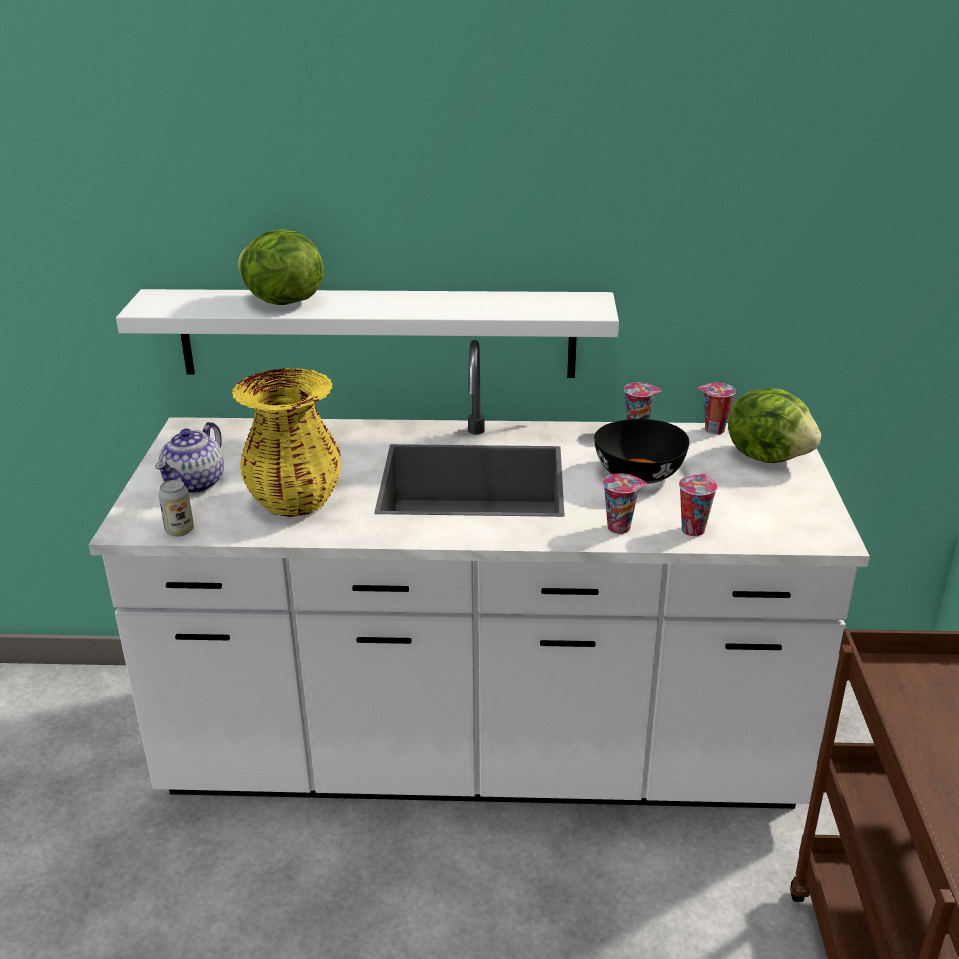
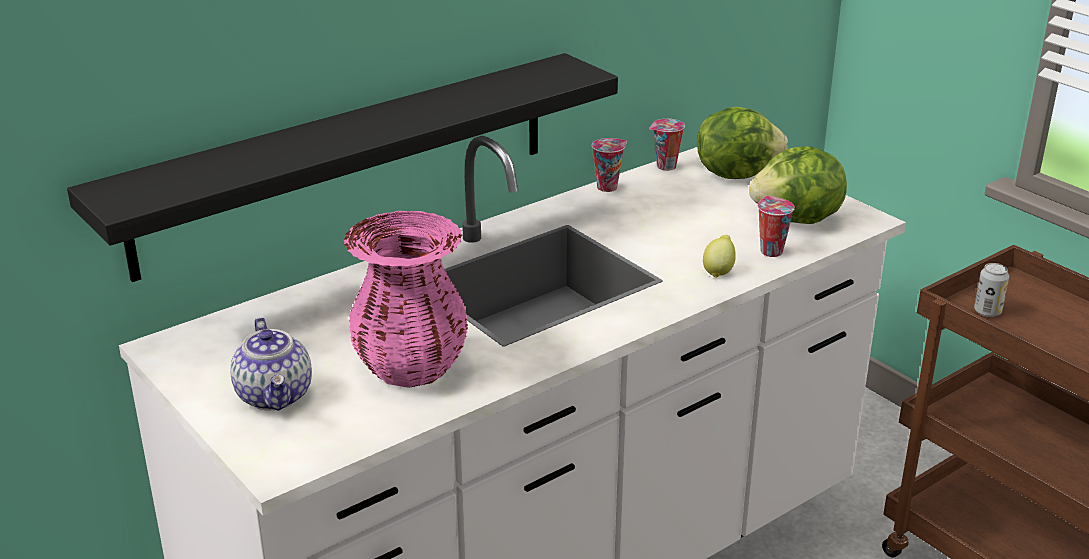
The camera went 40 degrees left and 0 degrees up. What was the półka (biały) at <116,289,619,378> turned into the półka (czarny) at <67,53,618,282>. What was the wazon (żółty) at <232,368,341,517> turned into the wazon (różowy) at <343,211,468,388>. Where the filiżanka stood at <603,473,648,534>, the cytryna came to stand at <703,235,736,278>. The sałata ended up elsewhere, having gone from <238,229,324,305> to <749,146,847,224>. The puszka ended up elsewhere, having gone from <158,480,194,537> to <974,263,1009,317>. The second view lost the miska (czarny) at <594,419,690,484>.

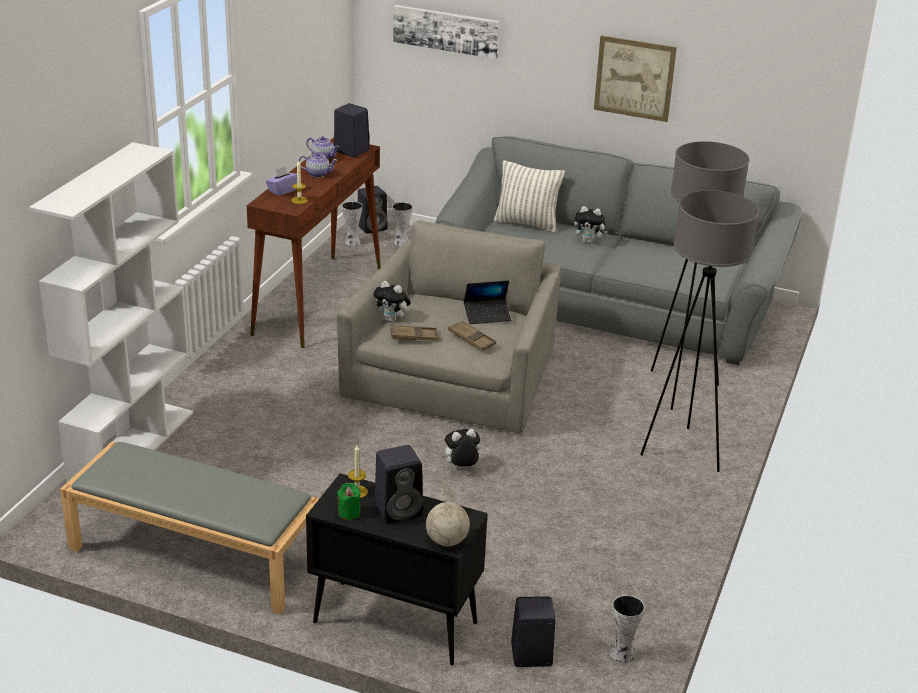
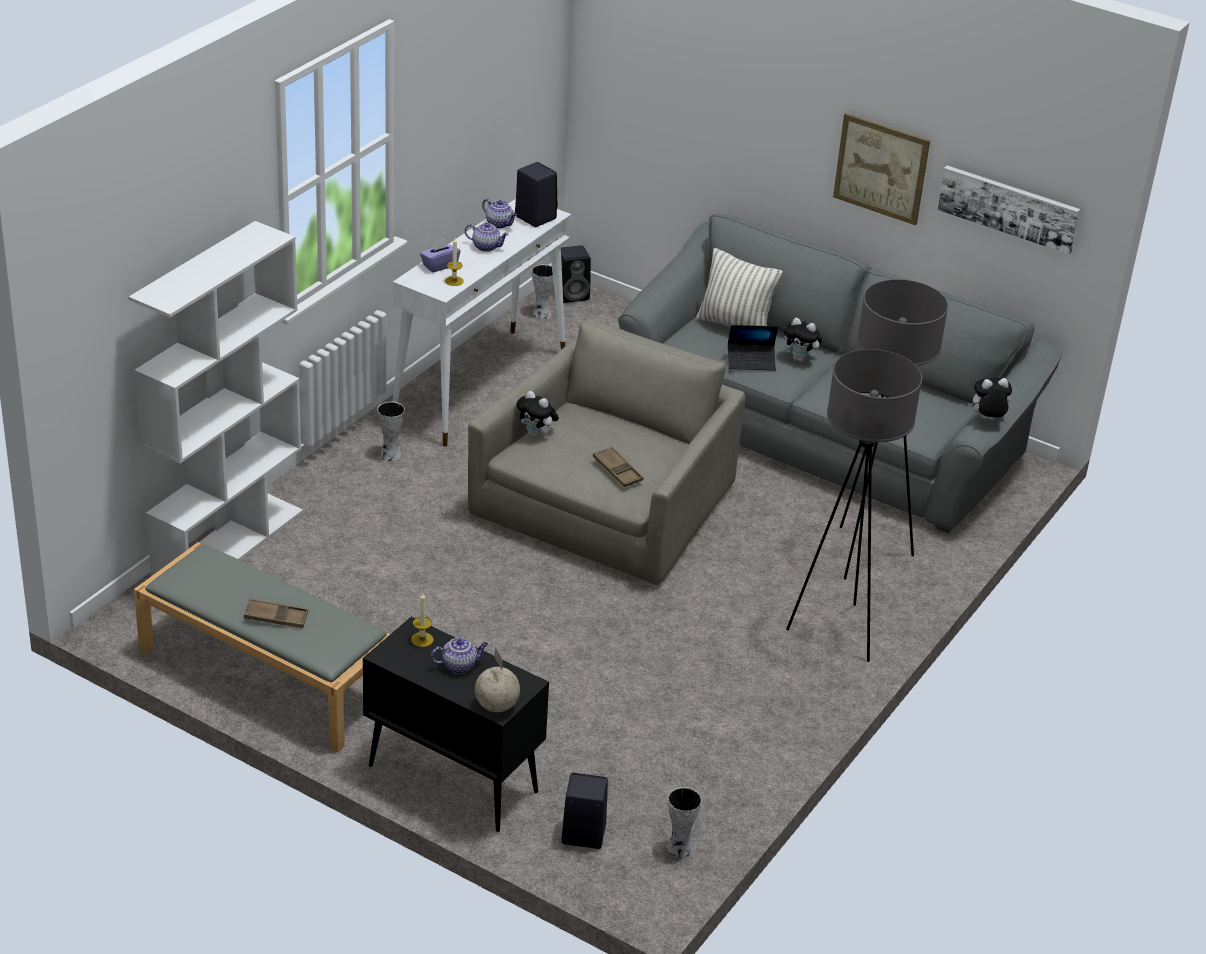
The camera went 10 degrees right and 5 degrees up. The taca (brązowy) ended up elsewhere, having gone from <390,325,439,341> to <244,599,308,628>. The wazon ended up elsewhere, having gone from <392,202,412,247> to <377,401,405,461>. What was the stolik konsolowy (brązowy) at <247,138,381,348> turned into the stolik konsolowy (biały) at <392,199,571,447>. Where the głośnik (czarny) stood at <375,445,423,524>, the imbryk came to stand at <431,637,488,674>. The laptop ended up elsewhere, having gone from <464,280,511,324> to <728,325,778,370>. The obraz ended up elsewhere, having gone from <393,5,500,59> to <938,165,1080,254>. The pluszak ended up elsewhere, having gone from <441,429,480,468> to <967,378,1012,420>. The second view lost the świeca (zielony) at <337,483,361,520>.

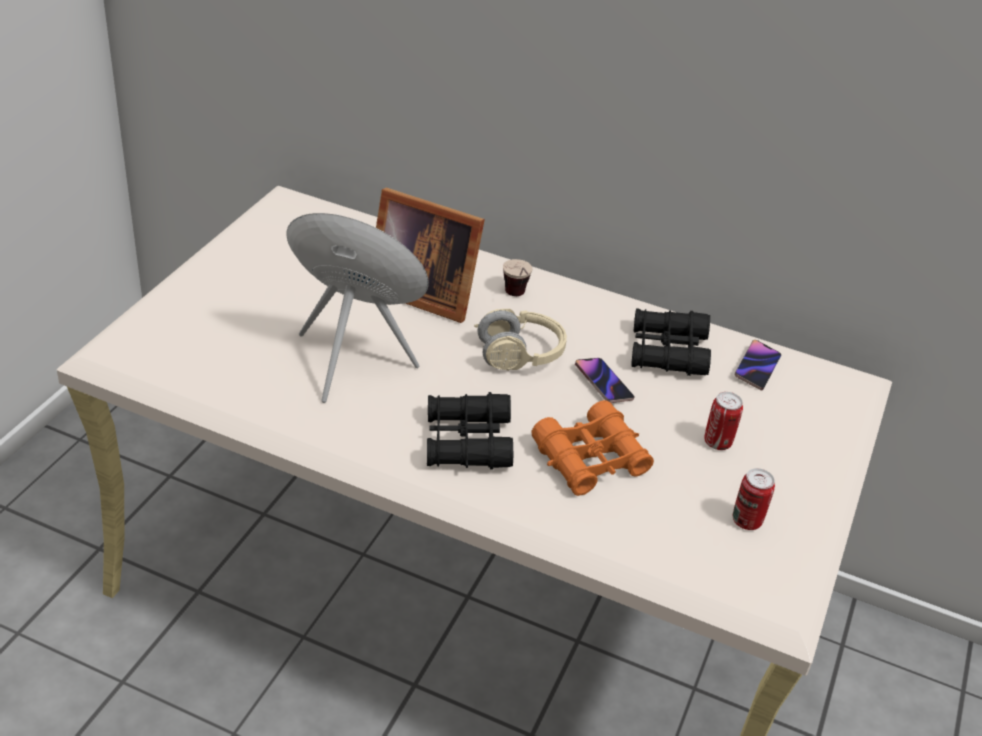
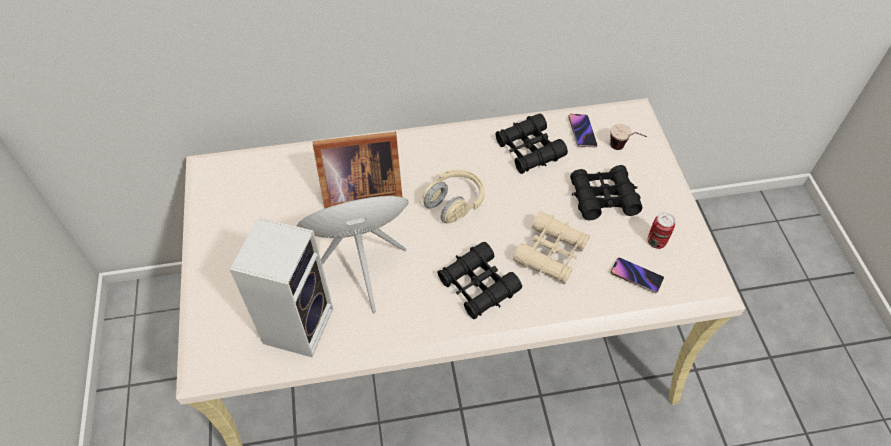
The camera went 30 degrees left and 15 degrees up. The second view gained the głośnik at <230,217,333,357>. What was the lornetka (pomarańczowy) at <532,400,654,496> turned into the lornetka (beżowy) at <513,211,590,284>. Where the puszka stood at <704,392,743,450>, the lornetka (czarny) came to stand at <570,165,642,220>. The filiżanka ended up elsewhere, having gone from <503,259,532,296> to <610,124,647,150>. The telefon ended up elsewhere, having gone from <575,358,635,403> to <611,258,664,293>.

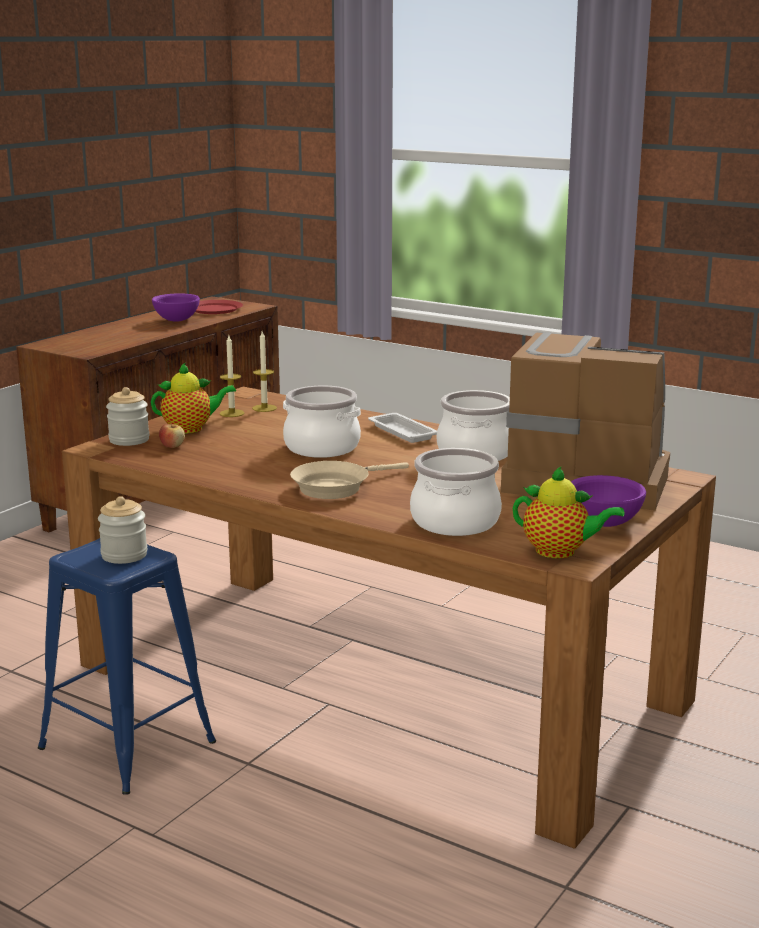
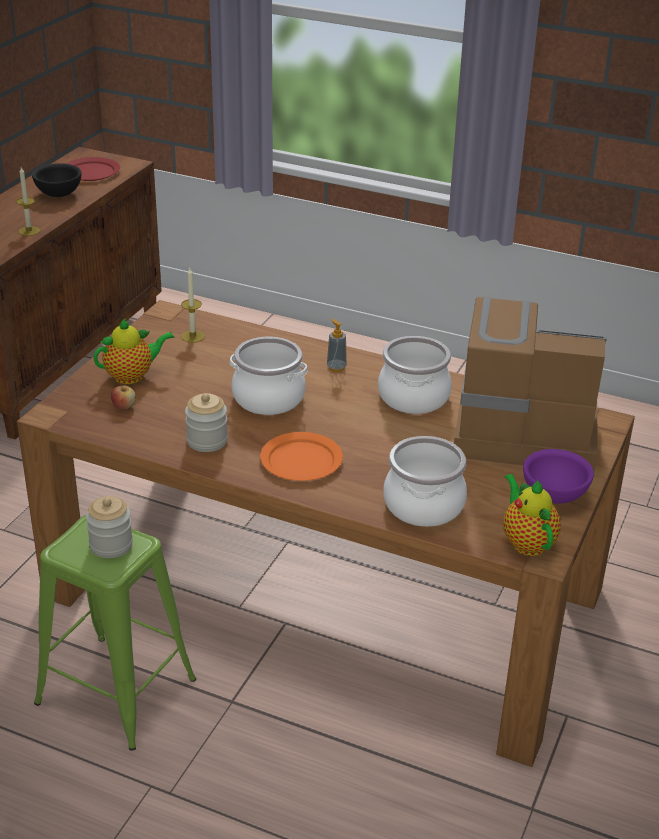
The camera went 10 degrees left and 15 degrees up. The świeca ended up elsewhere, having gone from <220,336,245,417> to <16,167,40,236>. What was the miska (fioletowy) at <152,293,200,322> turned into the miska (czarny) at <32,163,81,197>. What was the stołek (niebieski) at <38,538,216,795> turned into the stołek (zielony) at <34,515,196,751>. The słoik ended up elsewhere, having gone from <106,387,150,446> to <185,393,228,452>. Where the patelnia (beżowy) stood at <290,461,409,499>, the talerz (pomarańczowy) came to stand at <260,432,343,481>. Where the taca (biały) stood at <368,413,437,443>, the dozownik mydła came to stand at <327,319,347,372>. The imbryk at <513,466,624,559> ended up facing another way, 120 degrees counterclockwise from before.

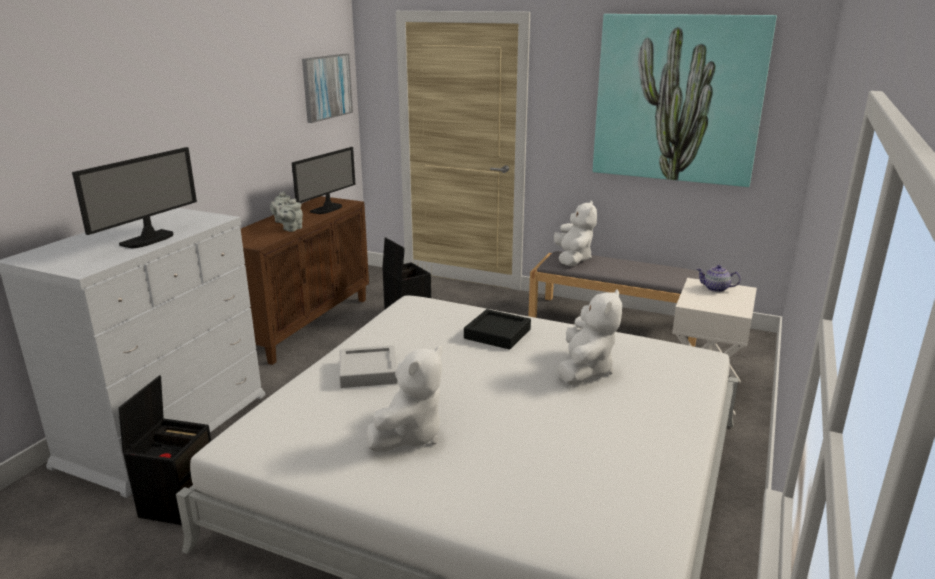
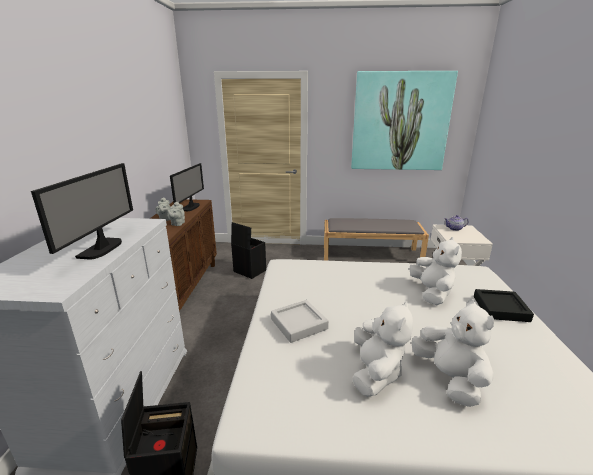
The camera went 20 degrees left and 0 degrees up. The pluszak (biały) ended up elsewhere, having gone from <554,200,597,266> to <412,299,494,407>. The taca (czarny) ended up elsewhere, having gone from <464,309,531,349> to <474,289,534,322>. The second view lost the obraz at <302,54,353,123>.

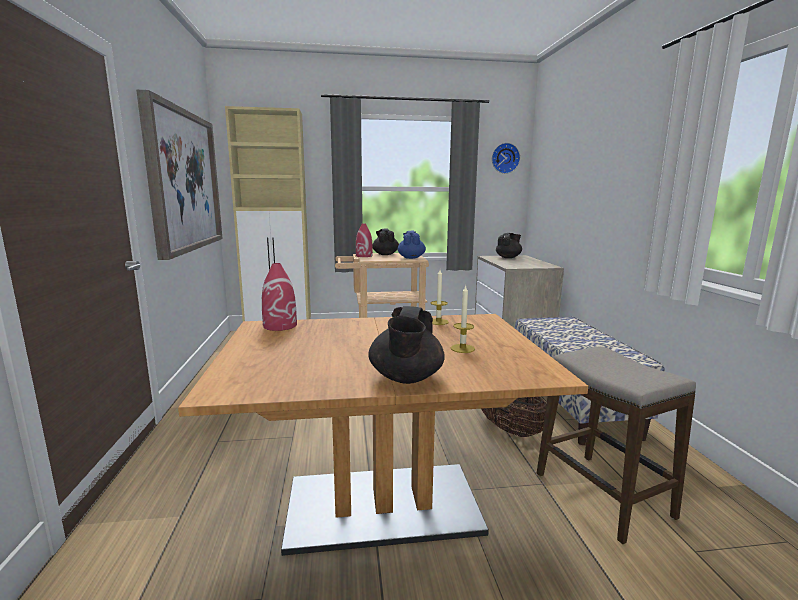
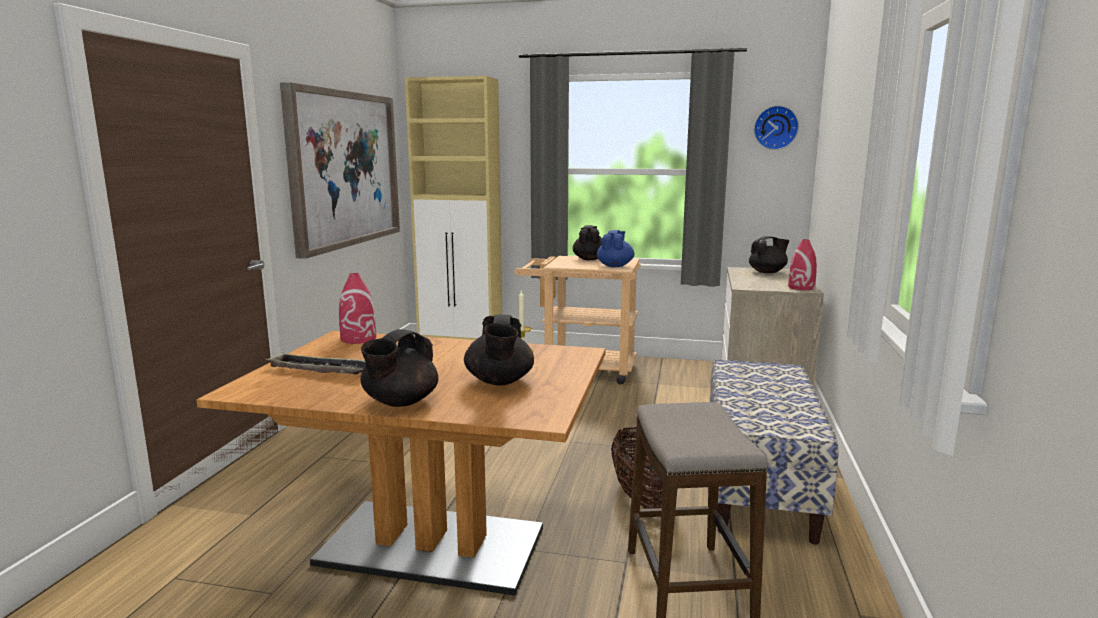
The camera went 20 degrees right and 0 degrees up. The second view gained the taca at <265,352,366,375>. Where the świeca stood at <451,284,475,353>, the imbryk (czarny) came to stand at <464,315,534,385>. The wazon (czerwony) ended up elsewhere, having gone from <356,223,373,257> to <788,239,817,290>.

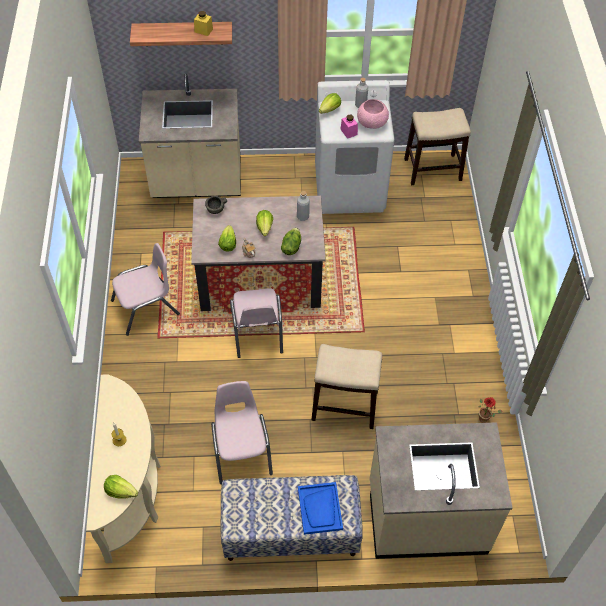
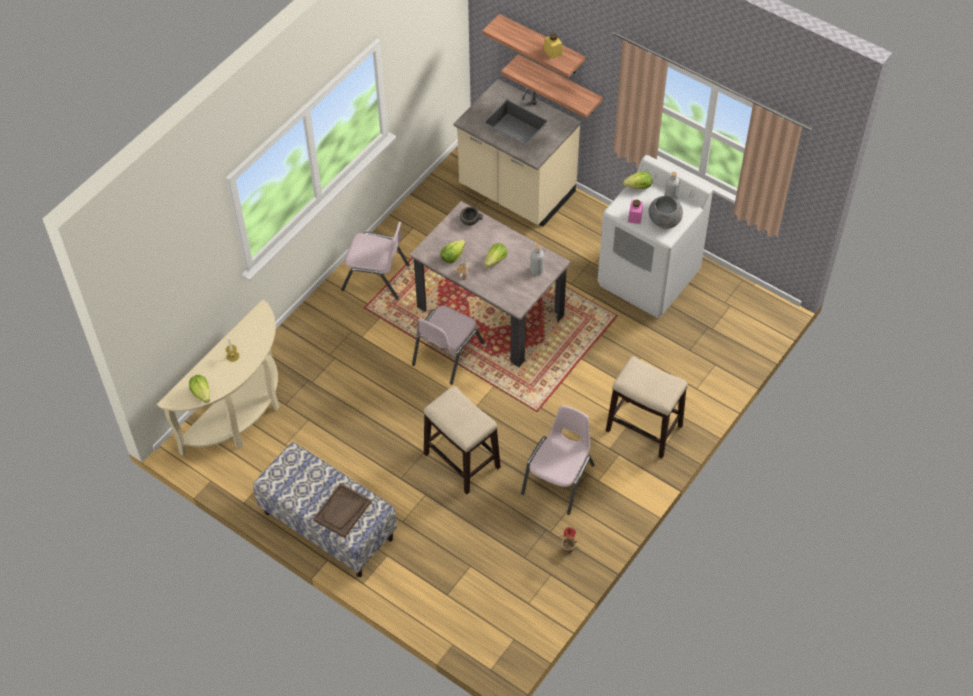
The camera went 40 degrees right and 0 degrees up. What was the taca (niebieski) at <298,482,343,535> turned into the taca (brązowy) at <313,483,371,538>. The second view gained the półka at <501,54,603,118>. The krzesło (różowy) ended up elsewhere, having gone from <211,381,273,484> to <521,405,595,515>. The stołek ended up elsewhere, having gone from <404,108,471,185> to <606,356,688,459>. What was the miska (różowy) at <357,99,389,129> turned into the miska (szary) at <648,196,683,229>. The second view lost the sałata at <281,228,301,255>. The second view lost the zabudowa kuchenna (beżowy) at <370,422,513,559>.

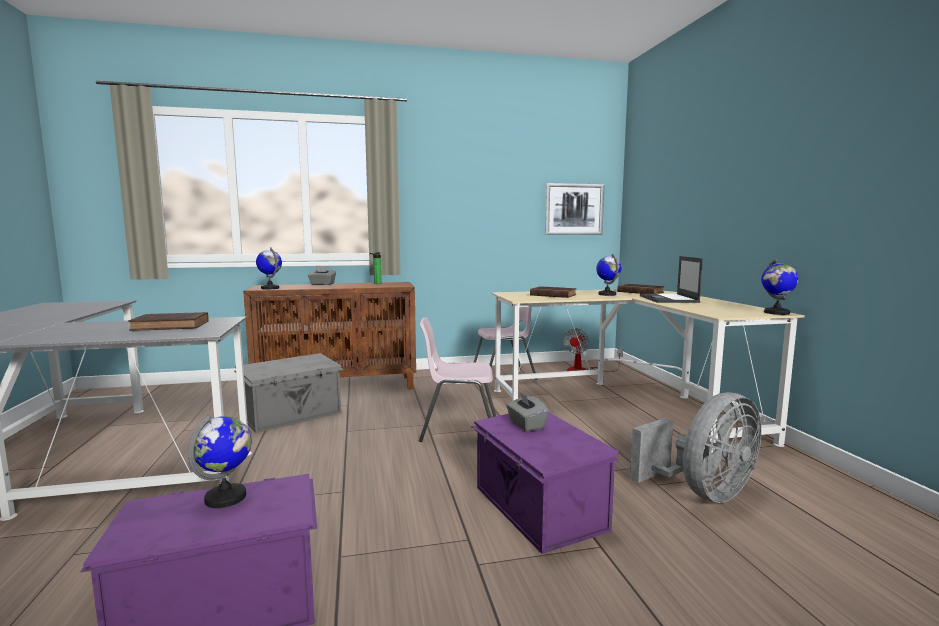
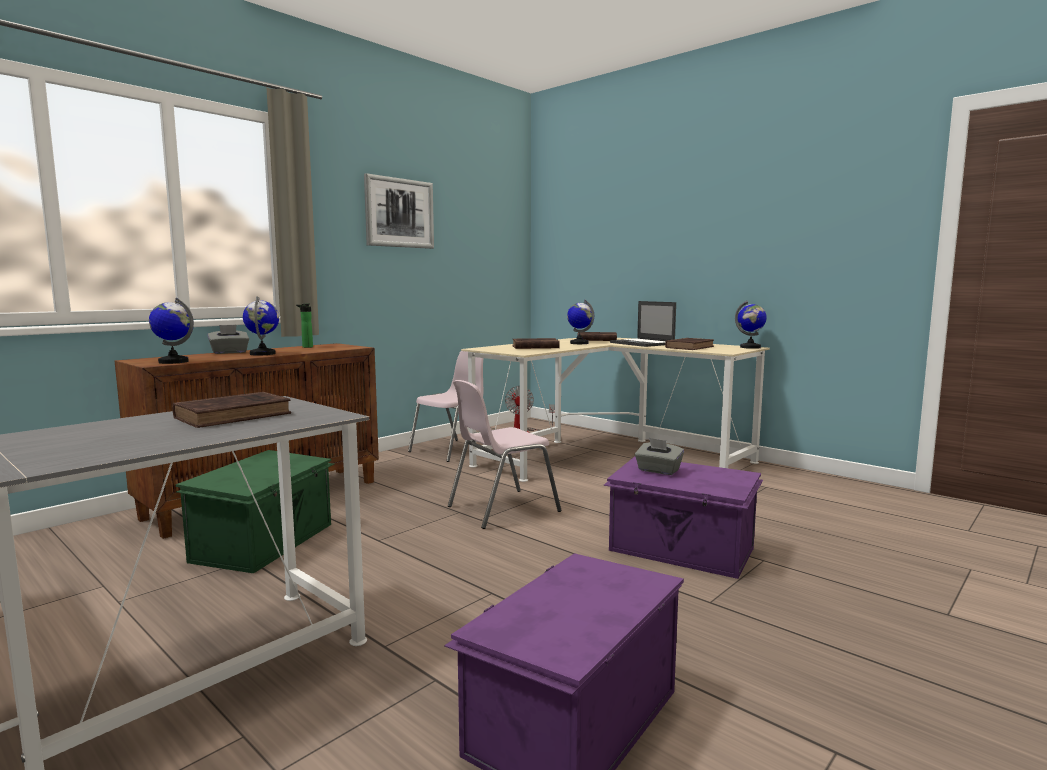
The camera went 35 degrees left and 0 degrees up. What was the pojemnik do przechowywania (szary) at <234,353,344,433> turned into the pojemnik do przechowywania (zielony) at <176,450,334,573>. The globus ended up elsewhere, having gone from <188,415,252,508> to <243,296,279,356>. The obraz ended up elsewhere, having gone from <545,183,604,235> to <364,173,434,249>. The second view gained the książka (brązowy) at <665,338,714,350>. The second view lost the wentylator (szary) at <630,392,762,503>.

